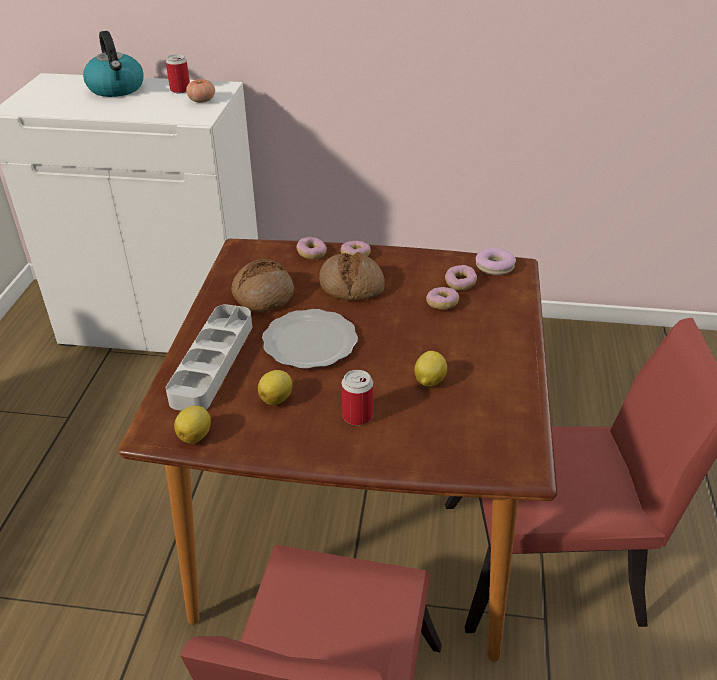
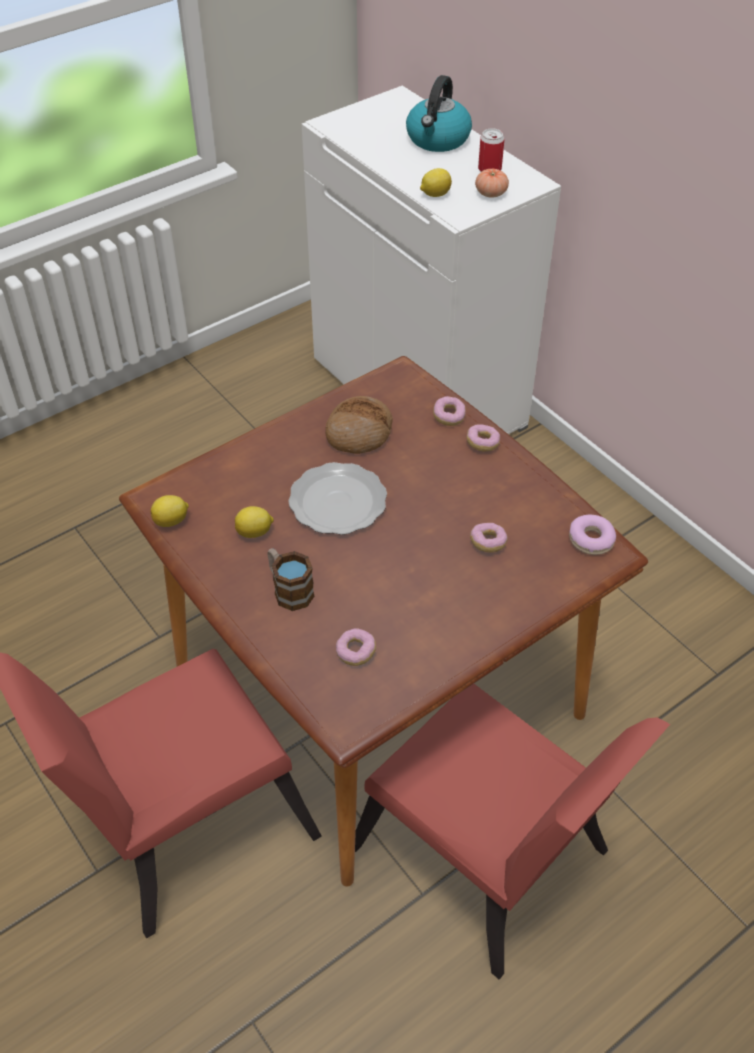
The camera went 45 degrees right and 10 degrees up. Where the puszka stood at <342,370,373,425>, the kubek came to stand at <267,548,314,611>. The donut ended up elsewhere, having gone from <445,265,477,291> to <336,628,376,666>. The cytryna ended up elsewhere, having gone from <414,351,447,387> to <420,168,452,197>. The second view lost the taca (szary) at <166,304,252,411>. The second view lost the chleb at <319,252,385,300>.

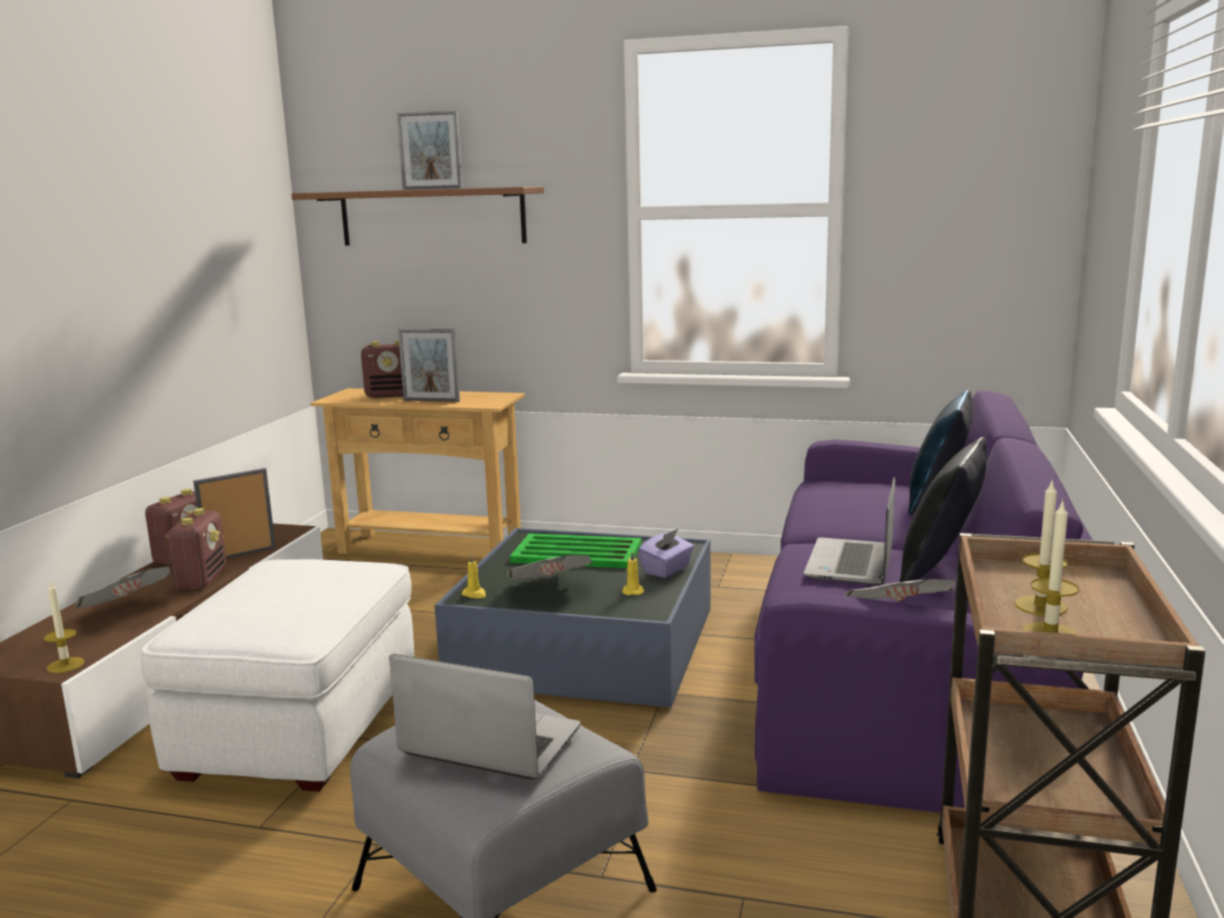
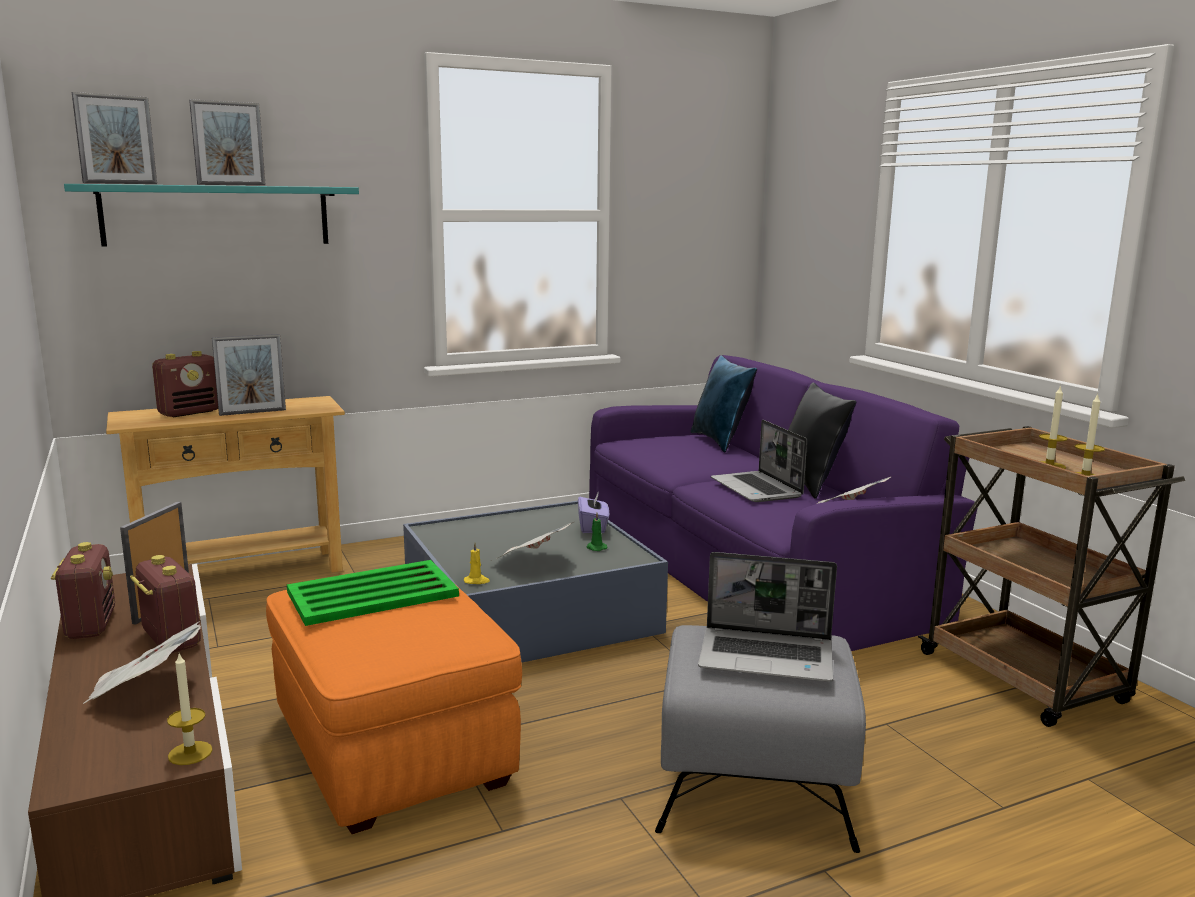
The camera went 40 degrees left and 0 degrees up. What was the półka (brązowy) at <291,187,544,246> turned into the półka (turkusowy) at <64,184,359,246>. The second view gained the ramka na zdjęcie at <72,92,157,184>. What was the pufa (biały) at <141,559,414,792> turned into the pufa (pomarańczowy) at <266,586,522,834>. The taca (zielony) ended up elsewhere, having gone from <510,533,641,568> to <287,560,459,626>. What was the świeca (żółty) at <622,551,644,595> turned into the świeca (zielony) at <586,513,607,551>. The laptop at <389,654,580,780> ended up facing another way, 150 degrees counterclockwise from before.

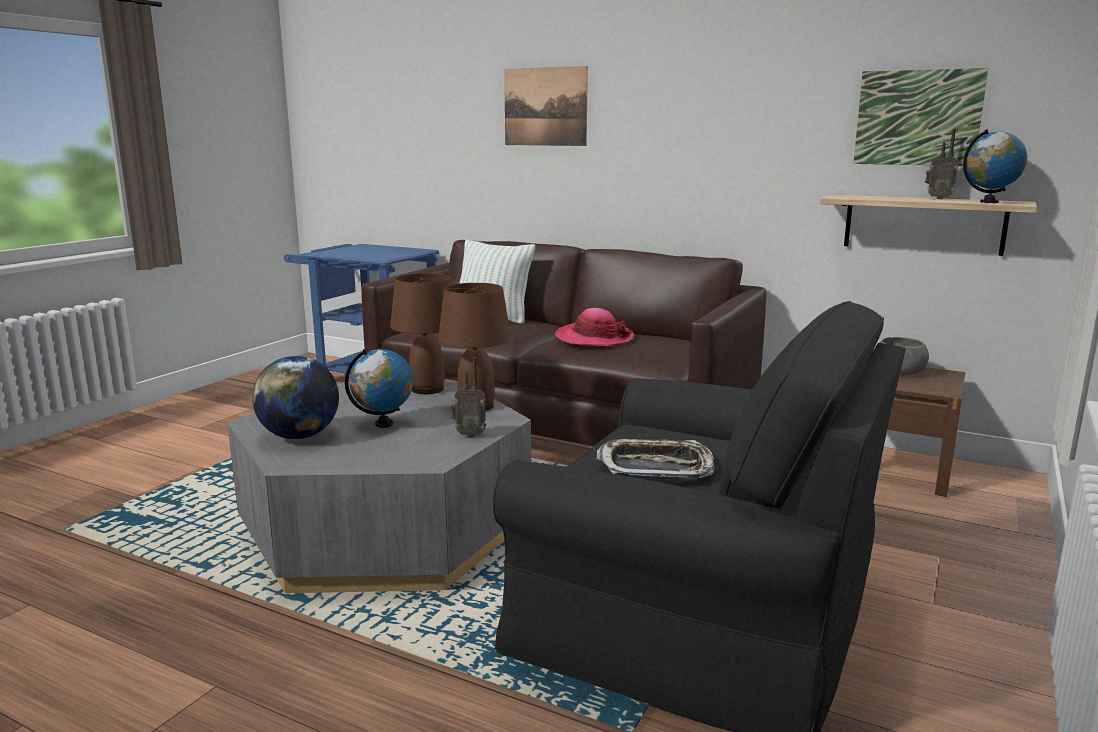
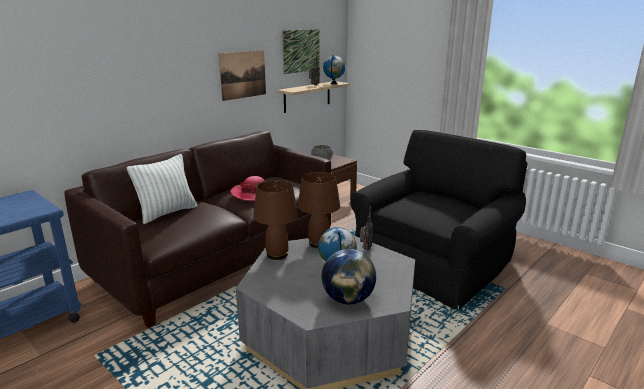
The camera went 75 degrees left and 5 degrees up. The obraz ended up elsewhere, having gone from <504,66,588,146> to <218,50,266,101>. The second view lost the taca at <597,439,714,478>.

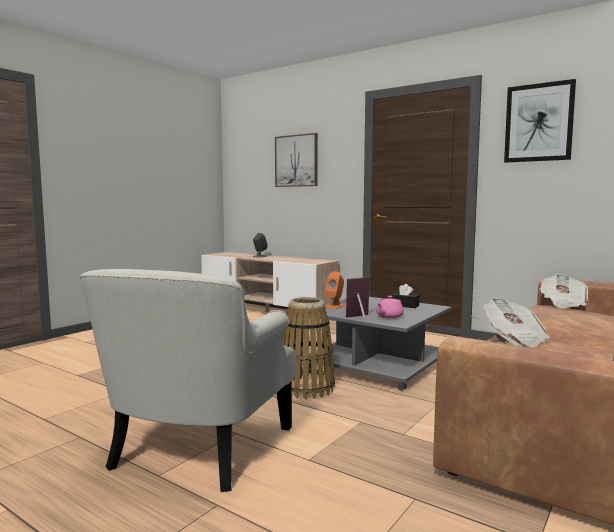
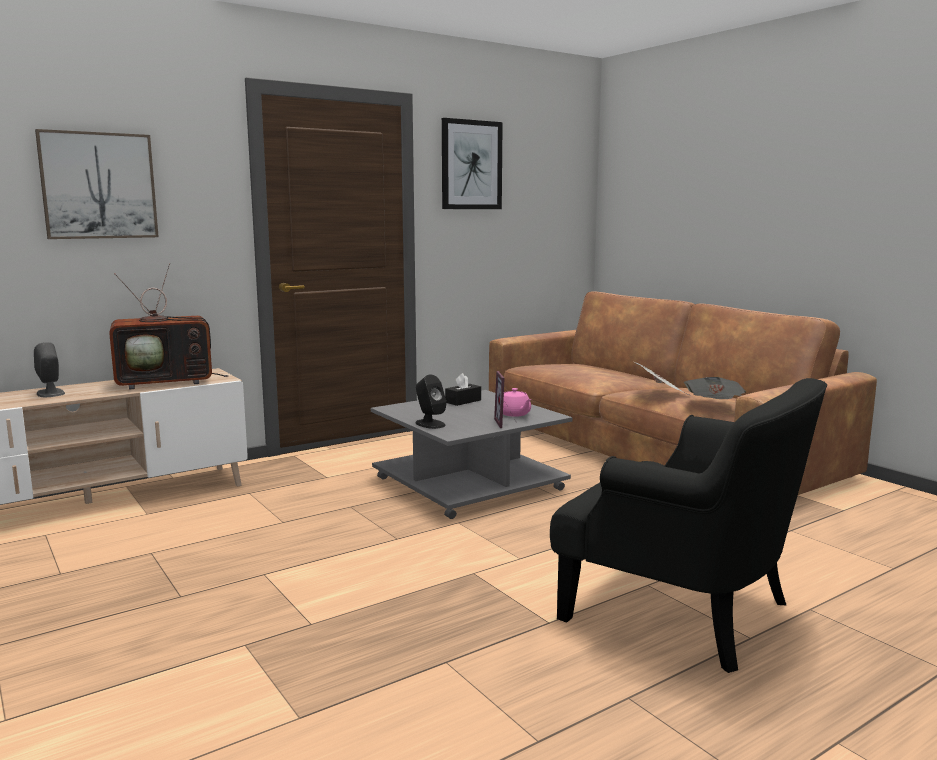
The camera went 70 degrees left and 5 degrees up. The second view gained the telewizor at <109,263,229,389>. What was the głośnik (pomarańczowy) at <325,271,345,309> turned into the głośnik (czarny) at <415,374,447,429>. What was the fotel (biały) at <79,269,296,492> turned into the fotel (czarny) at <550,378,827,673>. The second view lost the koszyk at <282,297,335,399>. The second view lost the gazeta at <540,274,588,308>.

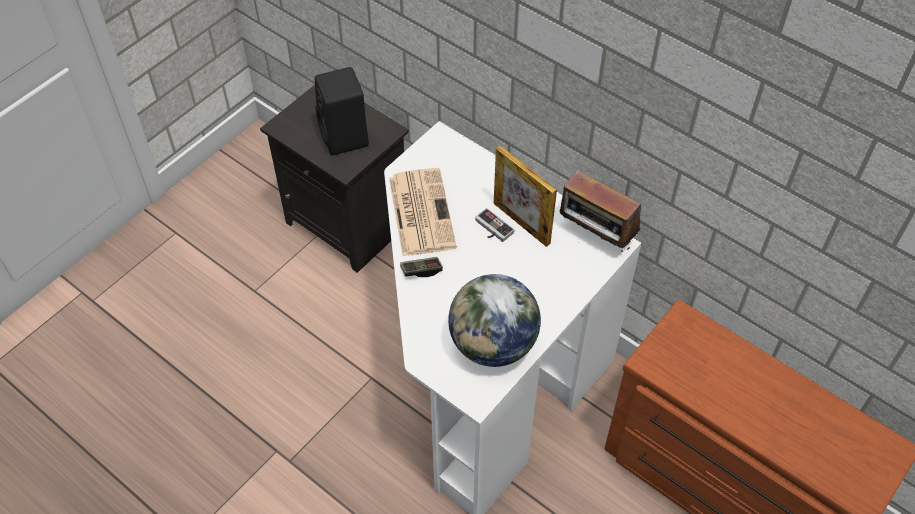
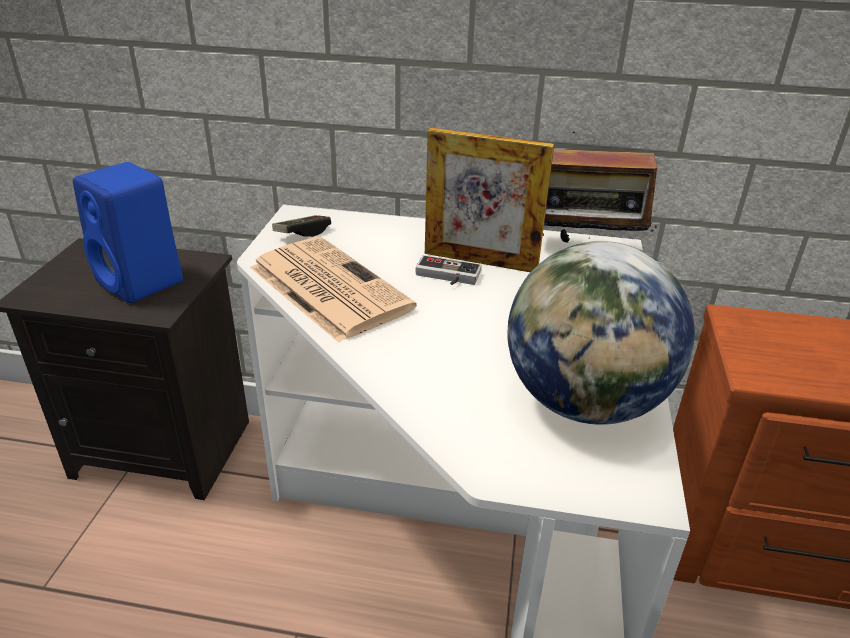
The camera went 30 degrees left and 20 degrees down. What was the głośnik (czarny) at <315,67,369,155> turned into the głośnik (niebieski) at <73,162,183,303>. The pad do gier ended up elsewhere, having gone from <400,257,443,277> to <272,215,331,237>.

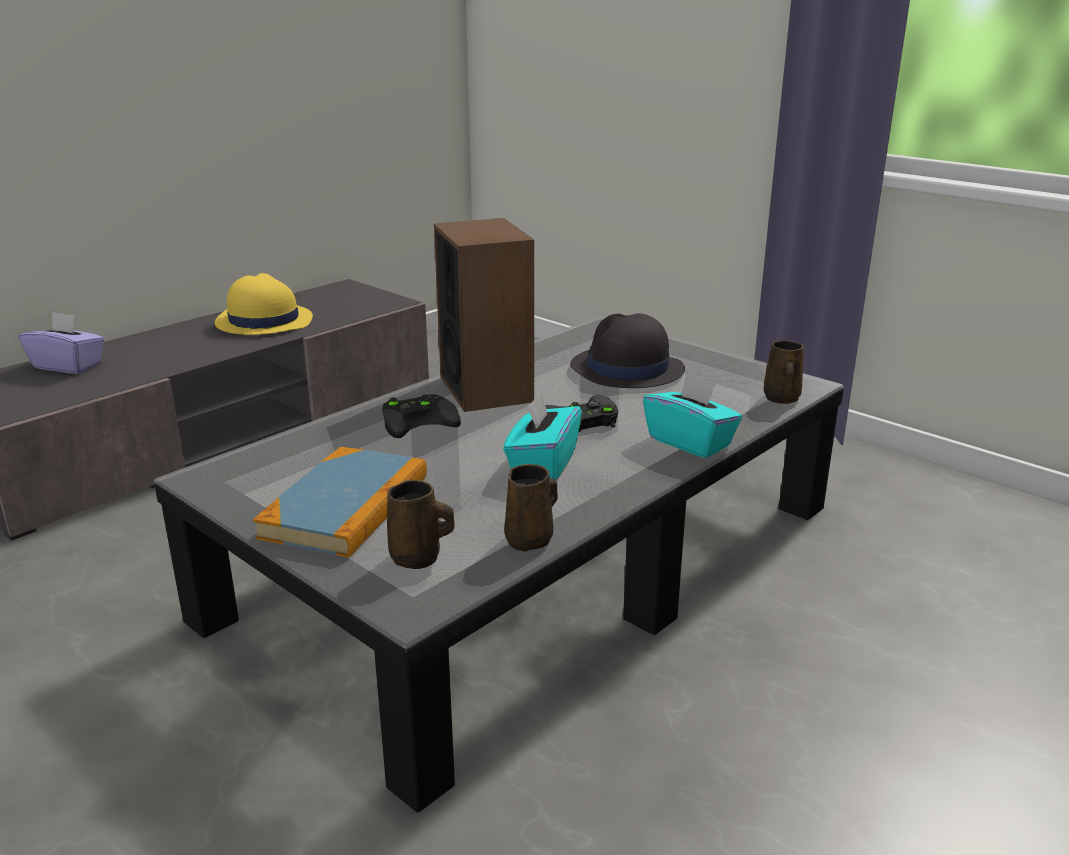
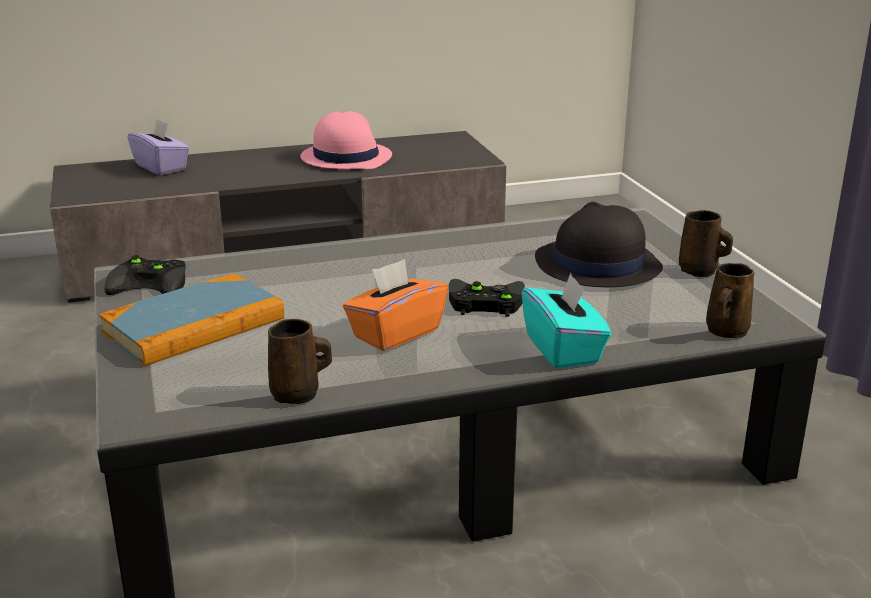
The camera went 30 degrees right and 0 degrees up. The pad do gier (czarny) ended up elsewhere, having gone from <382,394,461,438> to <104,255,186,295>. What was the kapelusz (żółty) at <214,273,313,335> turned into the kapelusz (różowy) at <300,111,392,169>. What was the pudełko chusteczek (turkusowy) at <503,392,582,480> turned into the pudełko chusteczek (pomarańczowy) at <343,259,448,351>. The kubek (brązowy) ended up elsewhere, having gone from <387,480,454,569> to <679,210,733,277>. The second view lost the głośnik at <434,218,534,412>.

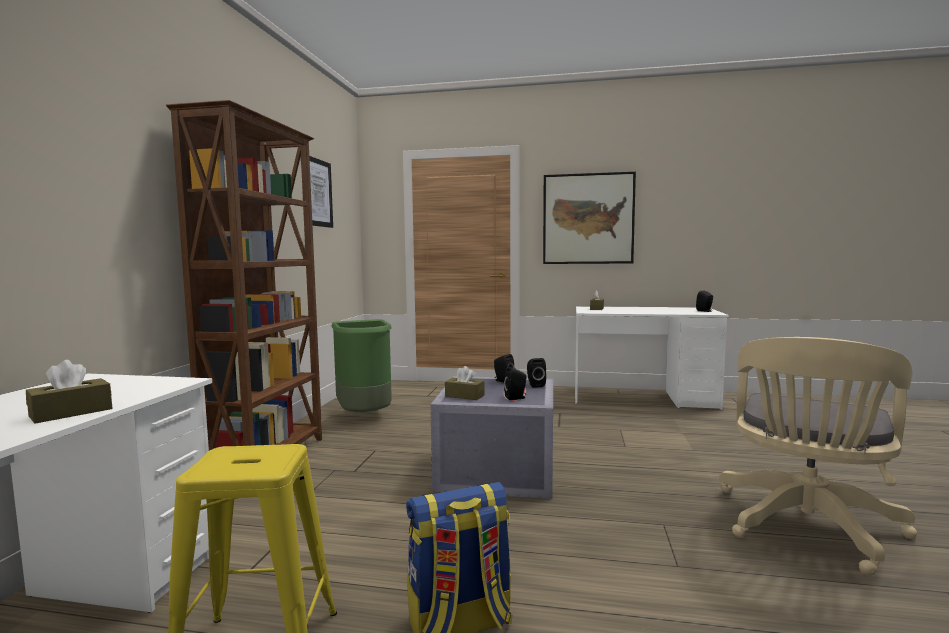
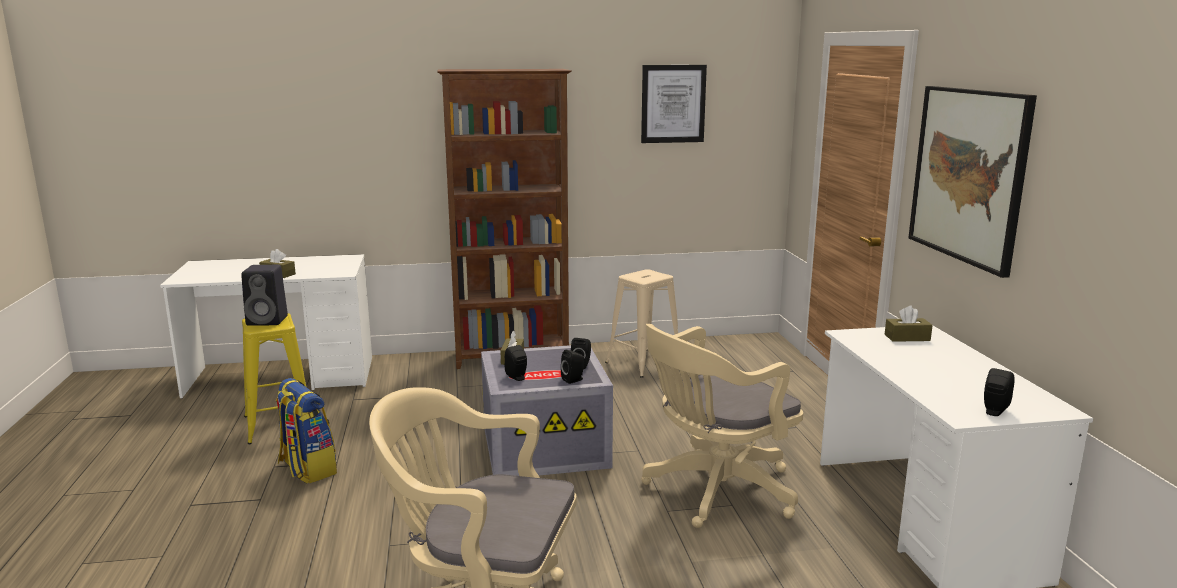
The camera went 70 degrees right and 10 degrees up. The second view gained the głośnik (czarny) at <241,265,288,326>. Where the kosz na śmieci (zielony) stood at <331,319,392,412>, the stołek (beżowy) came to stand at <605,269,678,378>. The second view gained the krzesło biurowe (beżowy) at <641,324,803,528>.

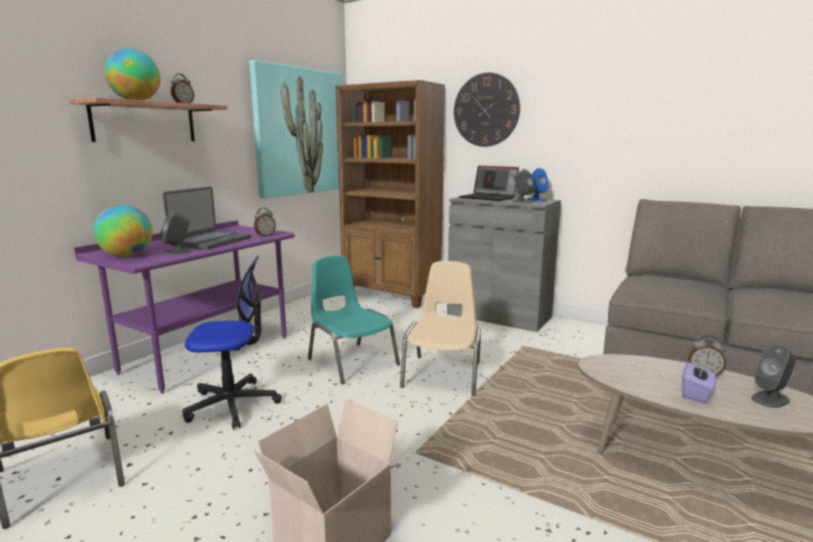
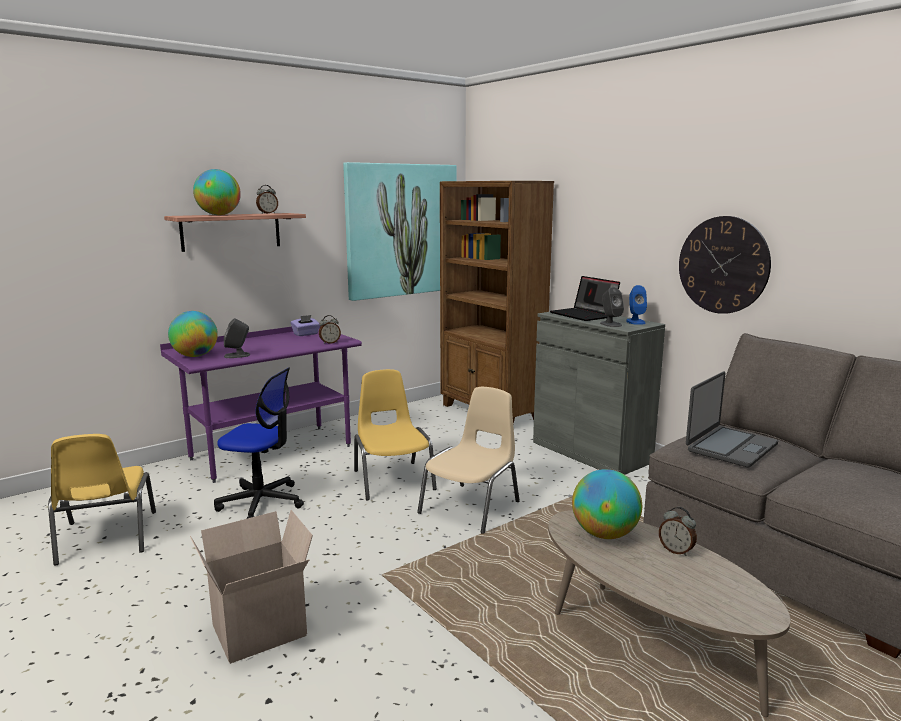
The camera went 20 degrees right and 0 degrees up. The pudełko chusteczek (fioletowy) ended up elsewhere, having gone from <682,362,716,403> to <291,315,320,336>. What was the krzesło (turkusowy) at <308,255,400,384> turned into the krzesło (żółty) at <354,369,437,500>. The second view gained the globus at <572,469,642,539>. The zegar ścienny ended up elsewhere, having gone from <454,73,520,147> to <679,216,771,314>. The laptop ended up elsewhere, having gone from <163,187,251,249> to <686,371,778,468>. The second view lost the głośnik (szary) at <751,344,795,408>.

